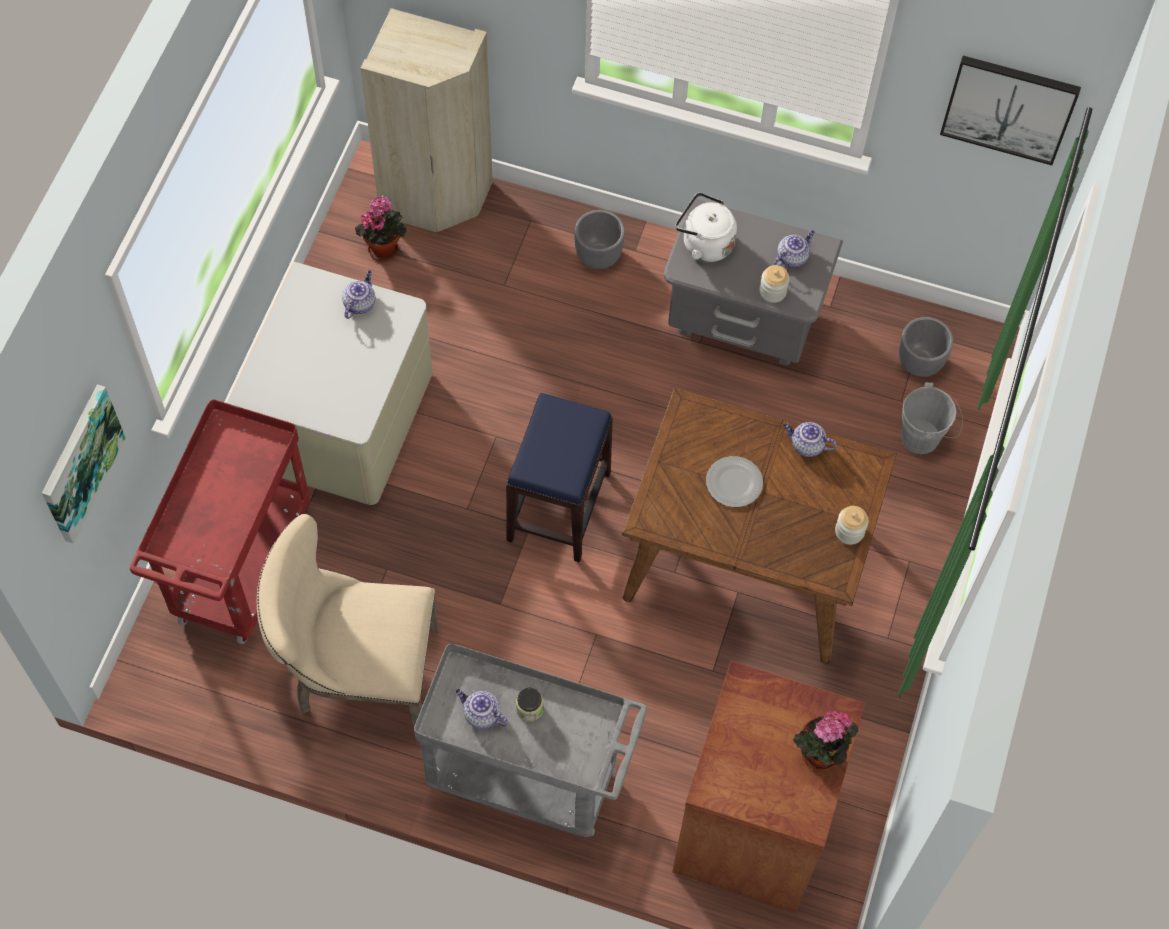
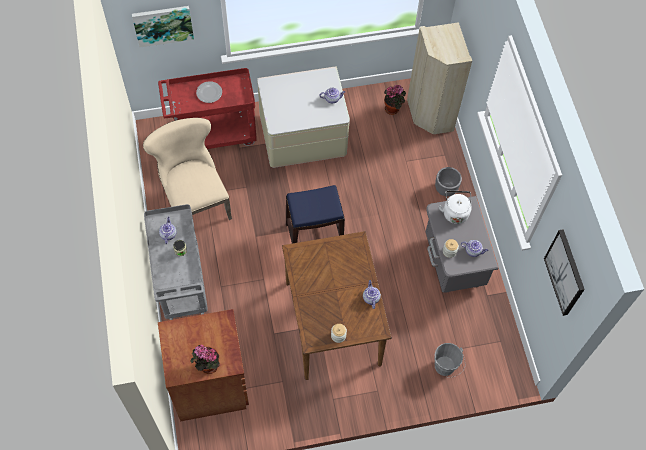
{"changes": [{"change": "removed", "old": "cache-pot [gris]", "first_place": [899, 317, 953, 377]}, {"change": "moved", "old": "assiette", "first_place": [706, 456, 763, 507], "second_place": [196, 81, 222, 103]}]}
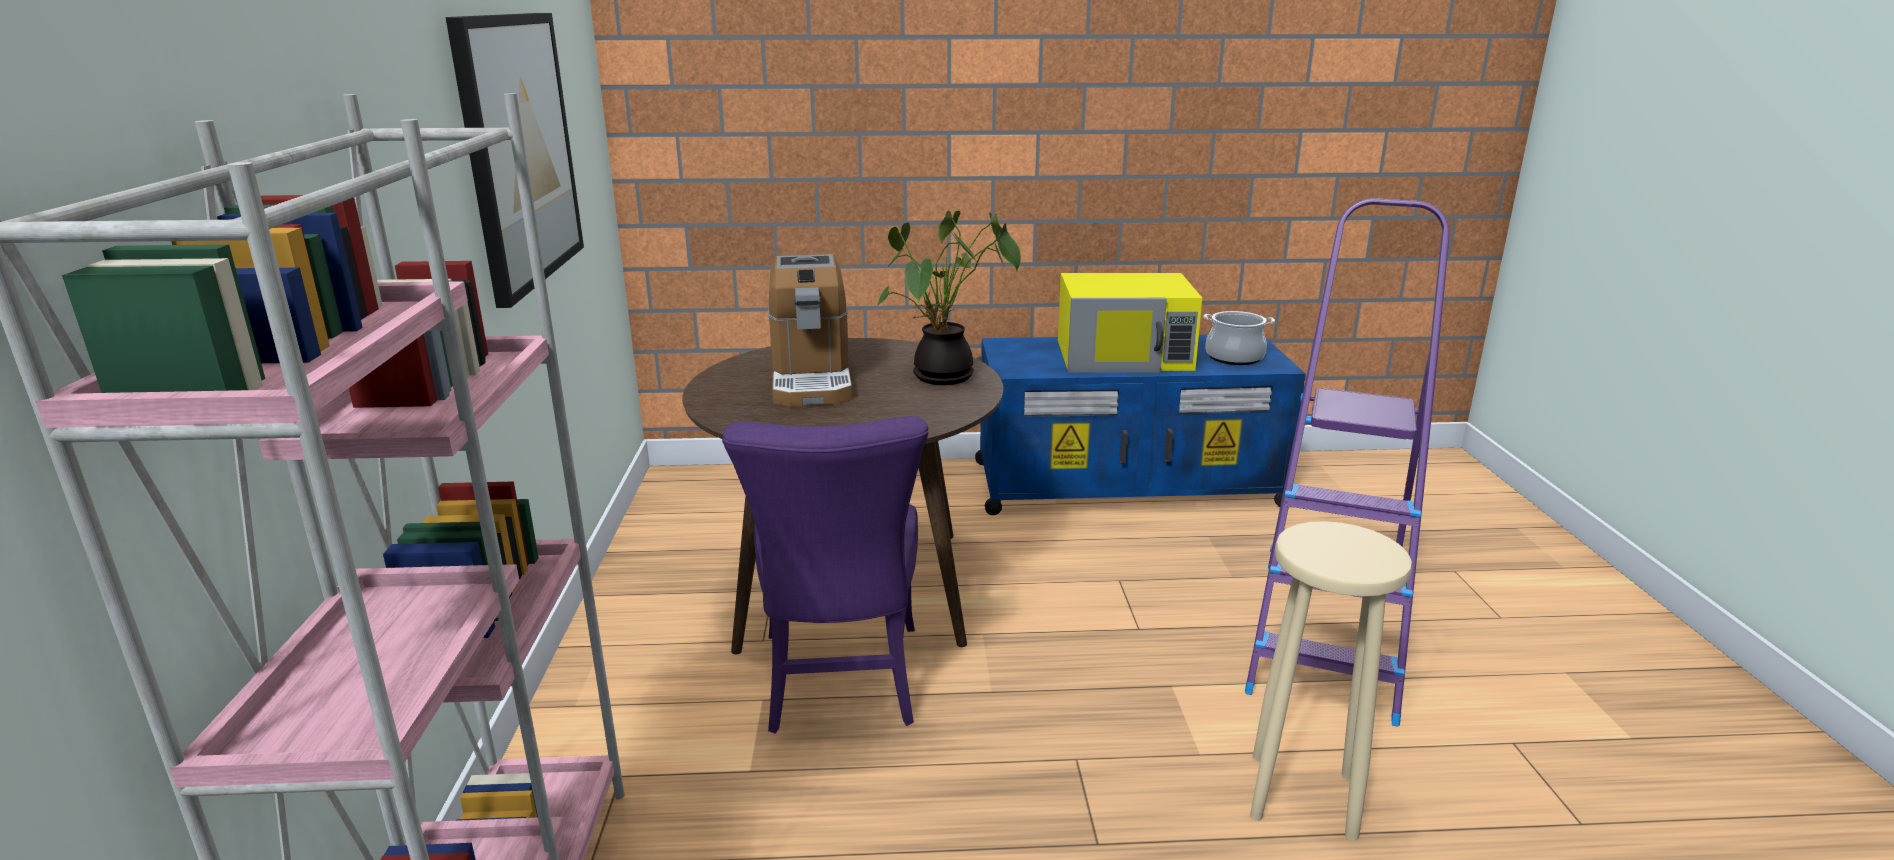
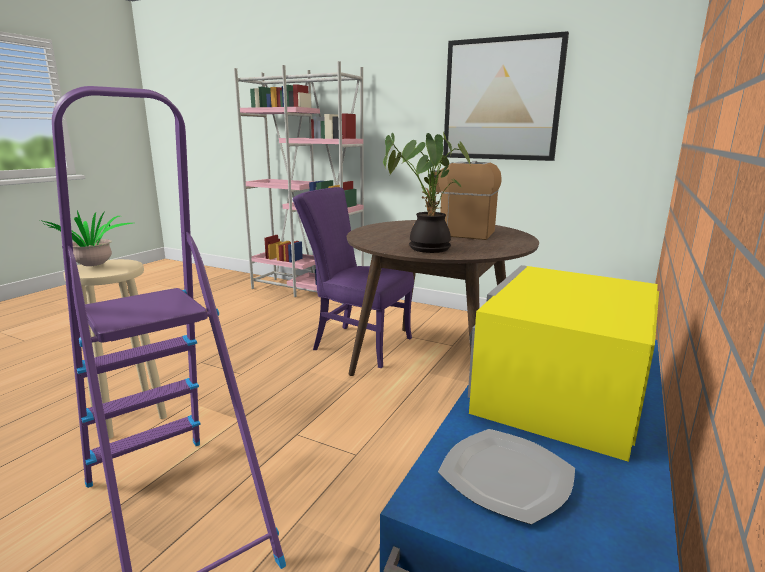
{"changes": [{"change": "replaced", "old": "marmite", "new": "assiette", "first_place": [1203, 311, 1275, 365], "second_place": [438, 429, 575, 525]}, {"change": "added", "new": "plante en pot", "second_place": [40, 210, 132, 266]}]}
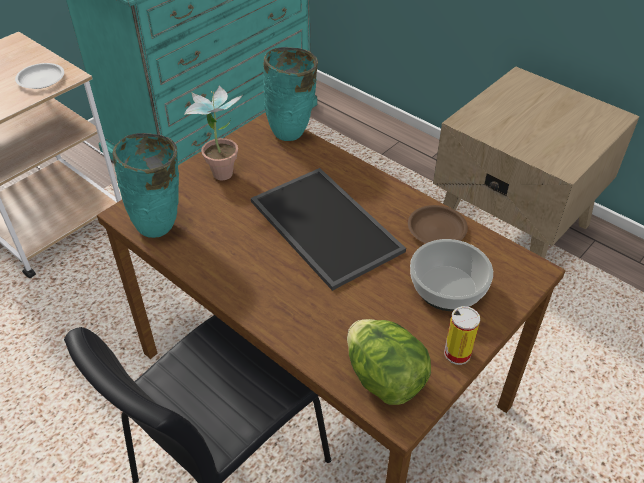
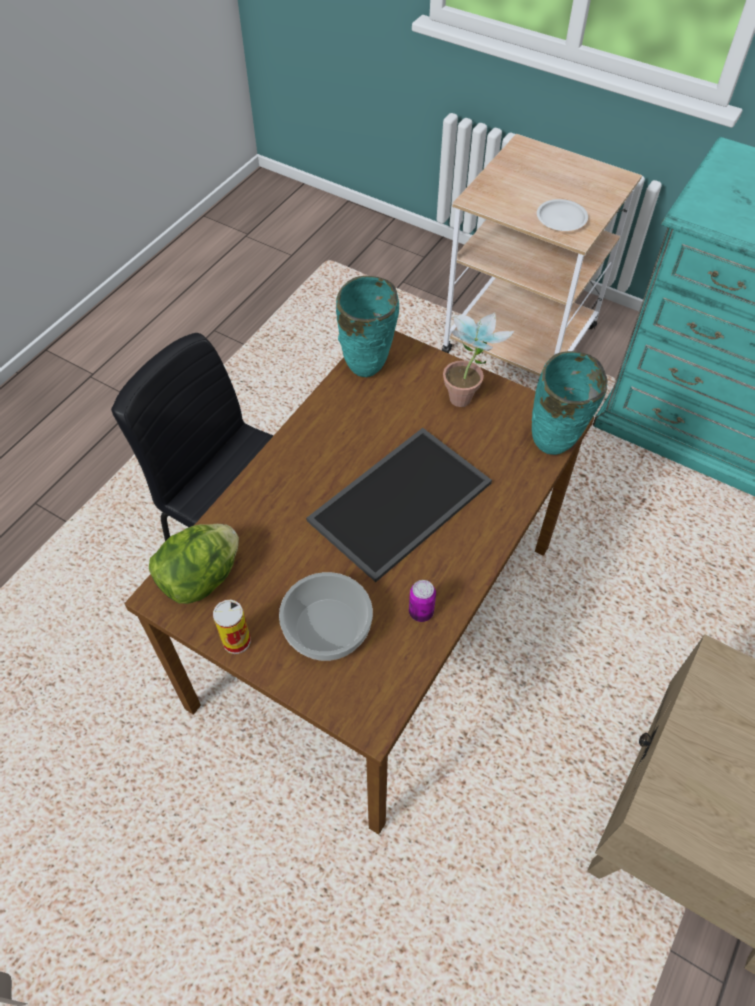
{"changes": [{"change": "replaced", "old": "assiette [marron]", "new": "boîte métallique", "first_place": [408, 205, 468, 243], "second_place": [409, 580, 436, 622]}]}
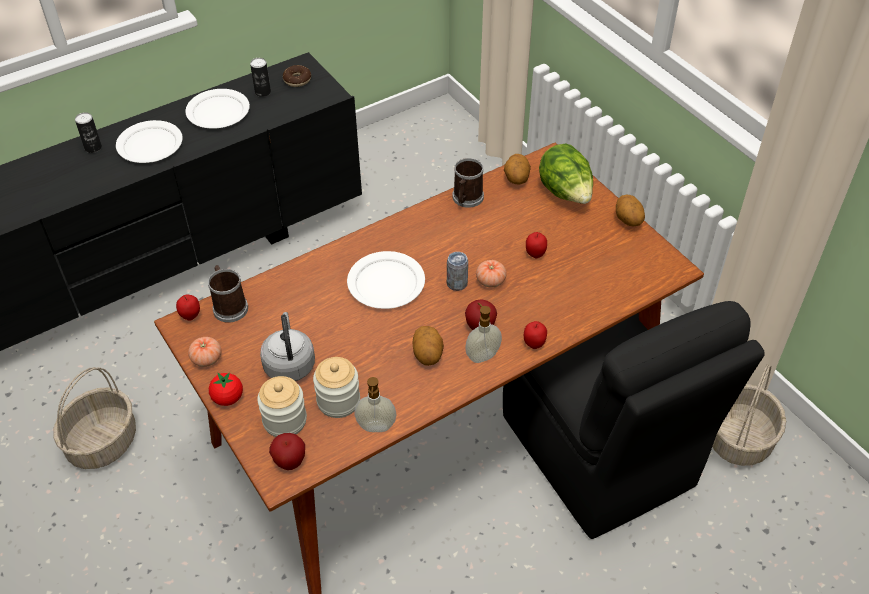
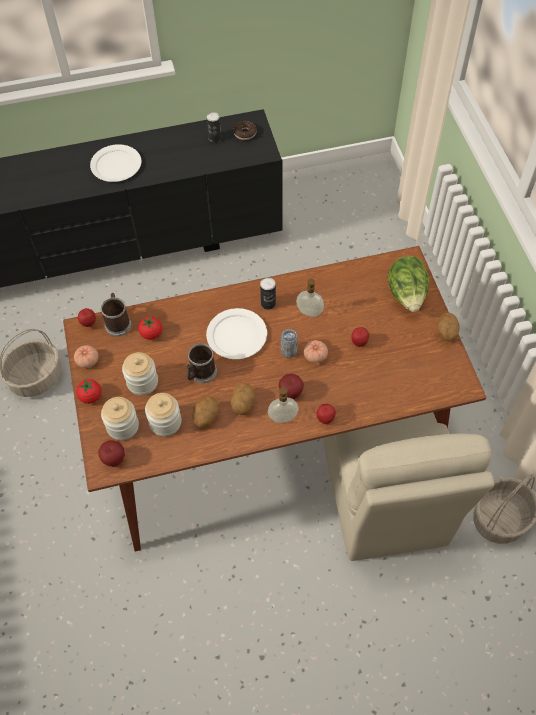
{"changes": [{"change": "removed", "old": "assiette [blanc]", "first_place": [185, 89, 250, 129]}, {"change": "moved", "old": "boîte métallique", "first_place": [75, 112, 102, 153], "second_place": [260, 277, 276, 310]}, {"change": "moved", "old": "pomme de terre", "first_place": [504, 154, 531, 185], "second_place": [192, 396, 219, 427]}, {"change": "moved", "old": "mug", "first_place": [452, 158, 484, 208], "second_place": [186, 343, 217, 383]}, {"change": "recoloured", "old": "chaise [noir]", "new": "chaise [beige]", "first_place": [503, 301, 765, 539], "second_place": [323, 412, 495, 561]}, {"change": "replaced", "old": "bouilloire [gris]", "new": "bocal", "first_place": [260, 312, 315, 381], "second_place": [122, 352, 158, 395]}, {"change": "moved", "old": "distributeur de savon", "first_place": [354, 377, 397, 432], "second_place": [296, 279, 324, 317]}, {"change": "added", "new": "tomate", "second_place": [138, 316, 162, 340]}]}
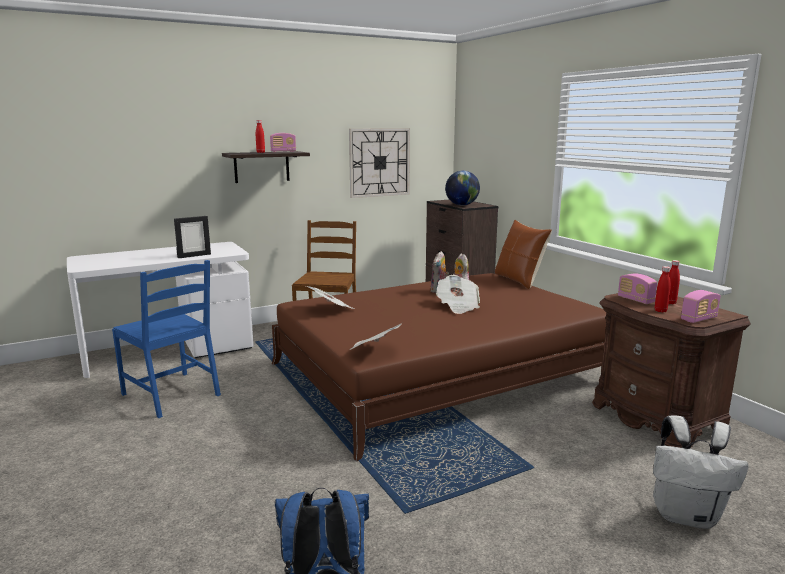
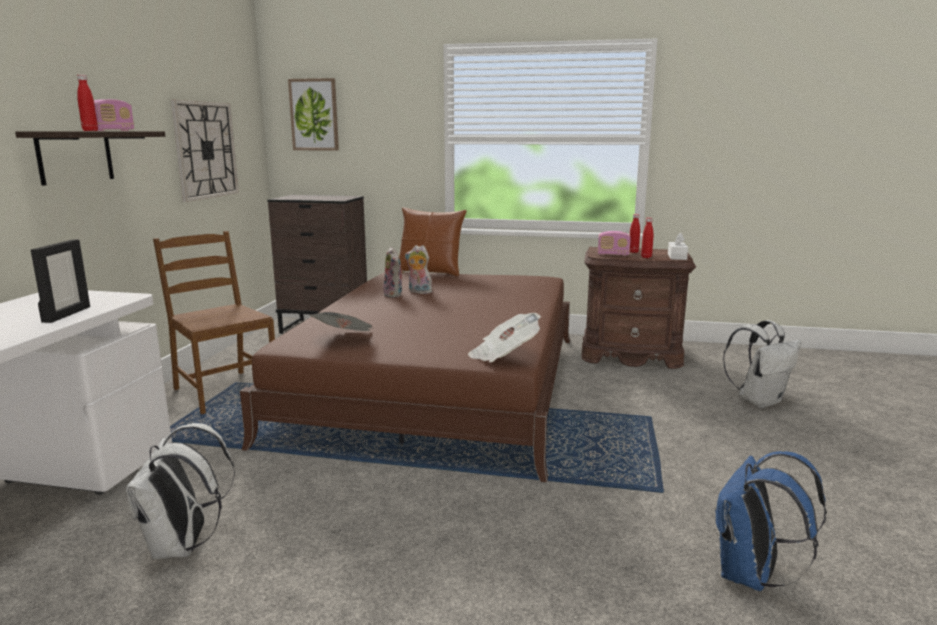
{"changes": [{"change": "removed", "old": "globe", "first_place": [445, 171, 480, 205]}, {"change": "replaced", "old": "chaise [bleu]", "new": "sac à dos [blanc]", "first_place": [112, 260, 221, 418], "second_place": [126, 423, 235, 559]}, {"change": "removed", "old": "journal", "first_place": [436, 275, 480, 314]}, {"change": "replaced", "old": "radio", "new": "boîte à mouchoirs [blanc]", "first_place": [681, 290, 721, 323], "second_place": [668, 232, 688, 260]}, {"change": "added", "new": "tableau", "second_place": [288, 78, 339, 151]}]}
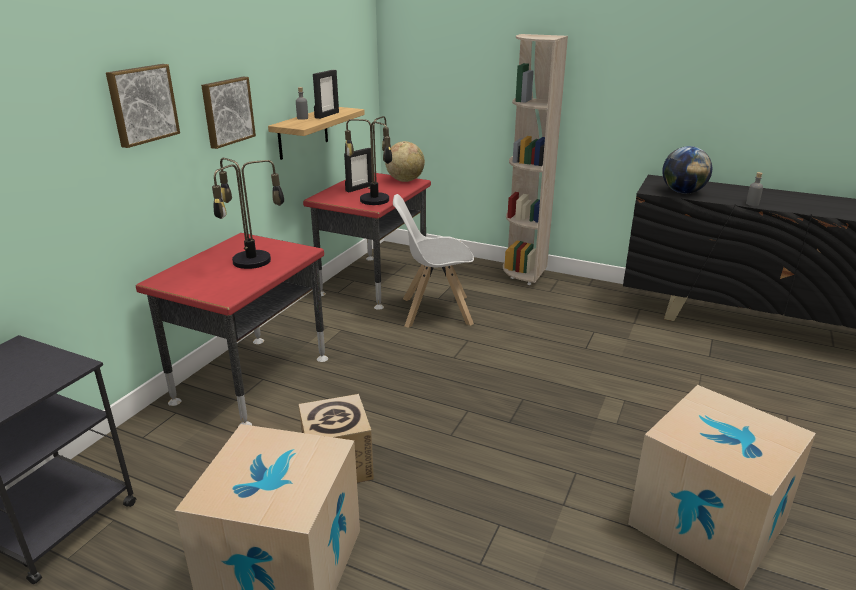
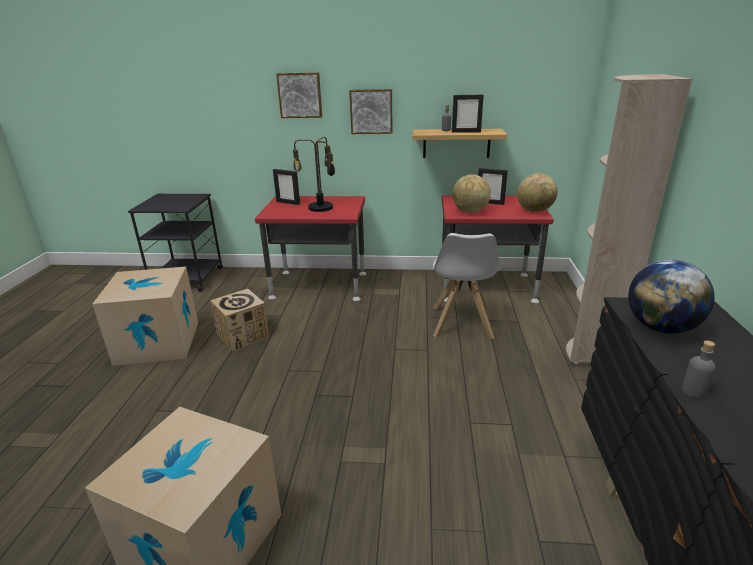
{"changes": [{"change": "replaced", "old": "lampe de table", "new": "globe", "first_place": [345, 116, 392, 205], "second_place": [452, 174, 491, 213]}, {"change": "turned", "old": "chaise", "first_place": [393, 194, 474, 328], "second_place": [433, 233, 500, 339], "degrees": -150}, {"change": "added", "new": "cadre photo", "second_place": [273, 169, 300, 205]}]}
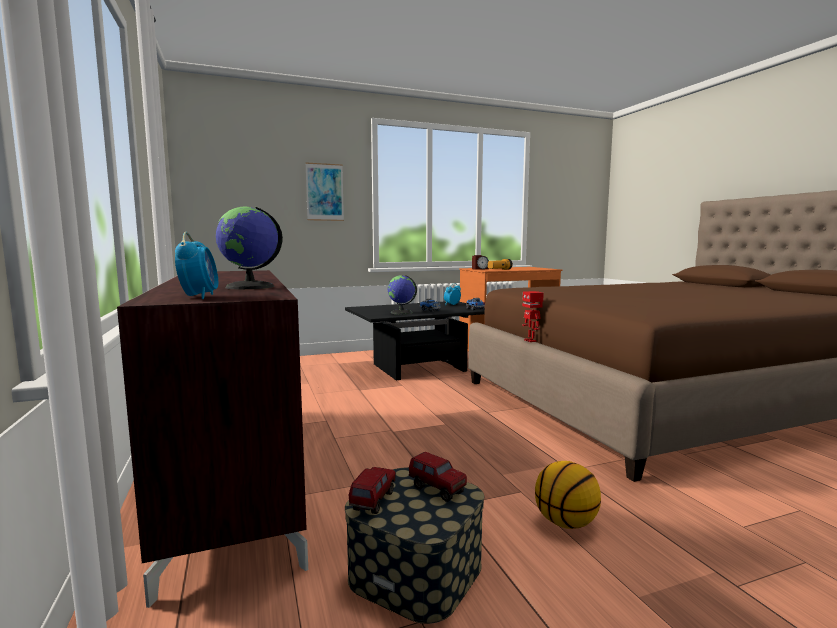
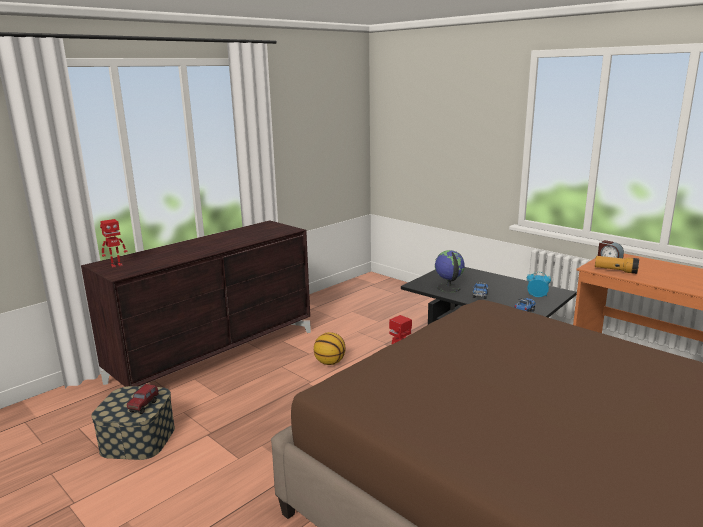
{"changes": [{"change": "removed", "old": "tableau", "first_place": [305, 163, 344, 221]}, {"change": "removed", "old": "globe", "first_place": [216, 207, 283, 289]}, {"change": "replaced", "old": "réveil", "new": "robot jouet", "first_place": [175, 232, 218, 299], "second_place": [100, 219, 128, 268]}, {"change": "moved", "old": "ballon de basket", "first_place": [535, 461, 601, 529], "second_place": [314, 332, 345, 365]}, {"change": "removed", "old": "camion jouet", "first_place": [349, 467, 396, 514]}]}
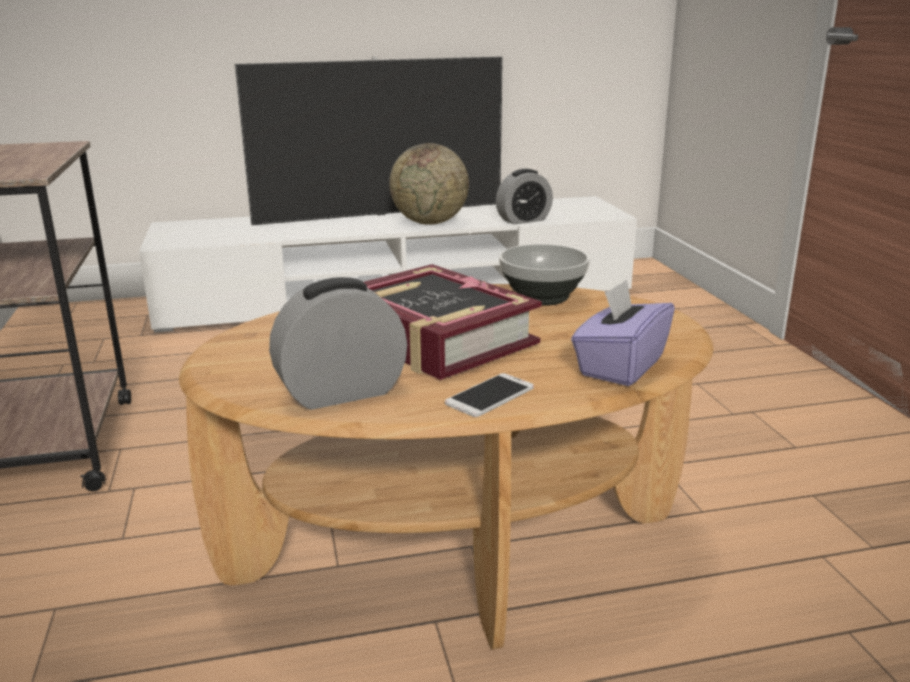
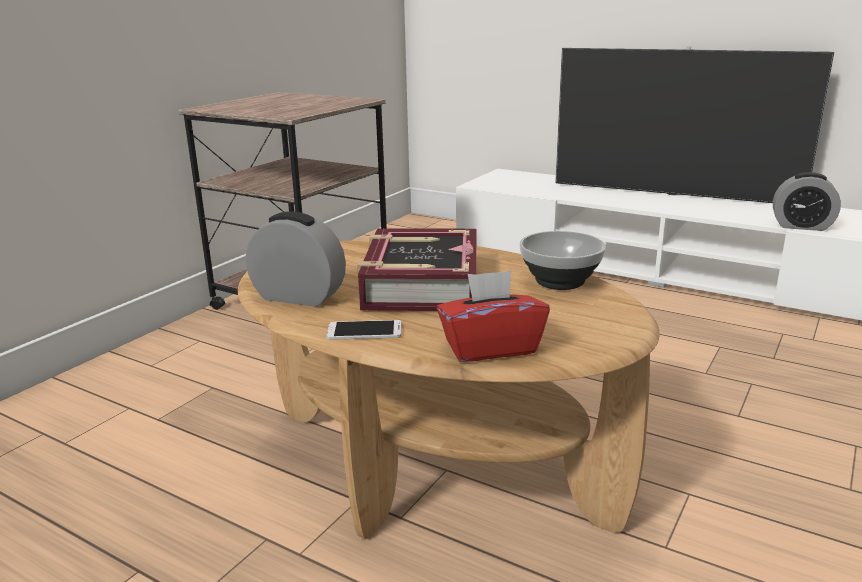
{"changes": [{"change": "removed", "old": "globe", "first_place": [389, 143, 469, 225]}, {"change": "recoloured", "old": "boîte à mouchoirs [violet]", "new": "boîte à mouchoirs [rouge]", "first_place": [571, 279, 675, 386], "second_place": [437, 270, 550, 362]}]}
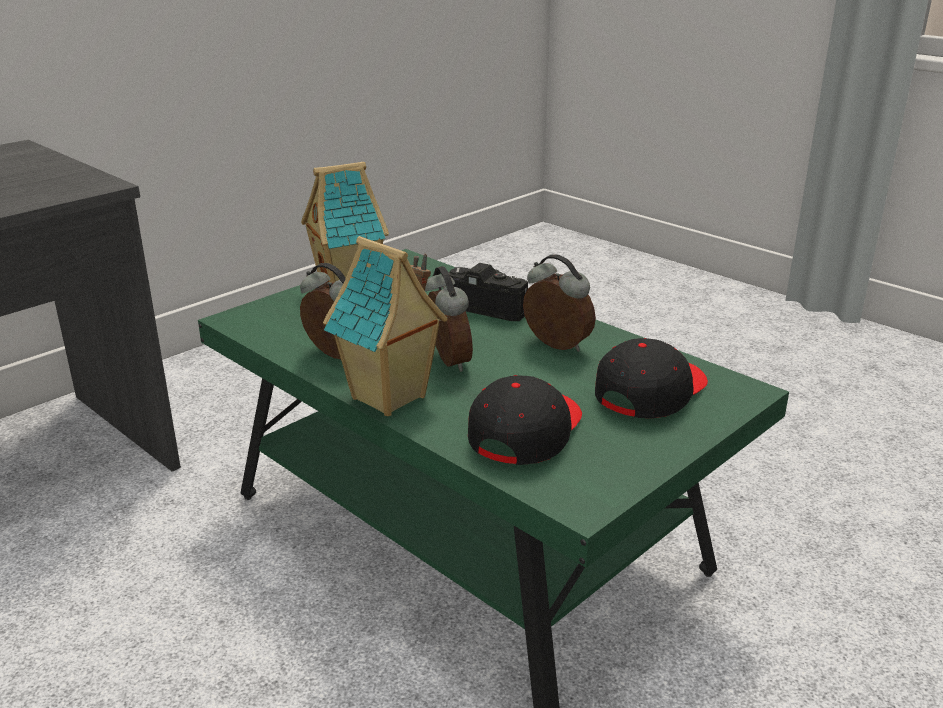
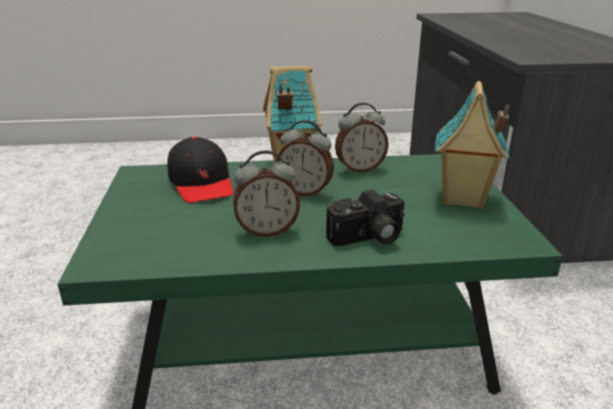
{"changes": [{"change": "removed", "old": "casquette [noir]", "first_place": [595, 338, 708, 418]}]}
